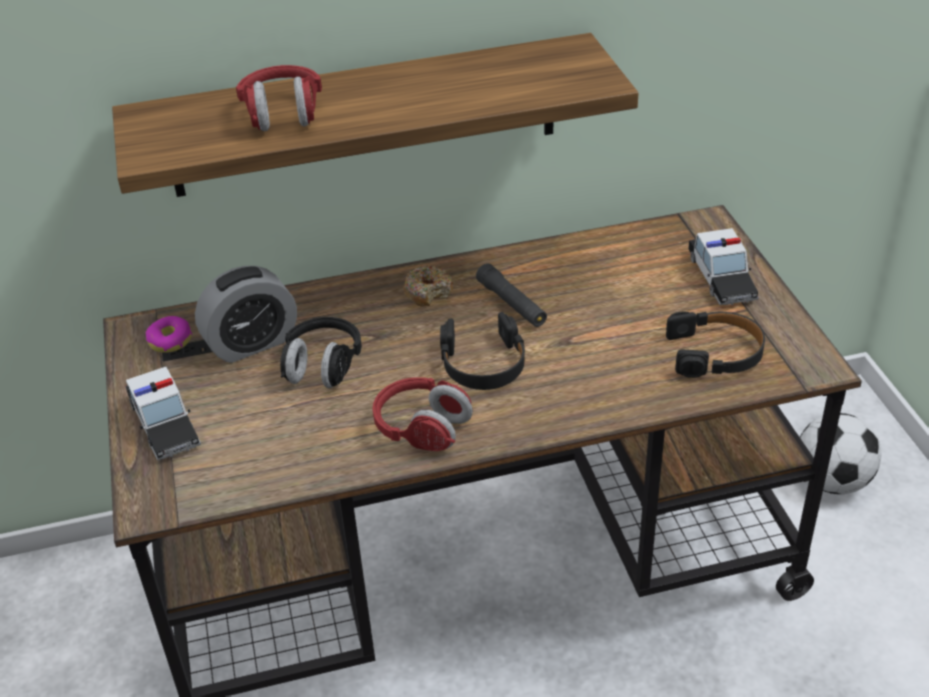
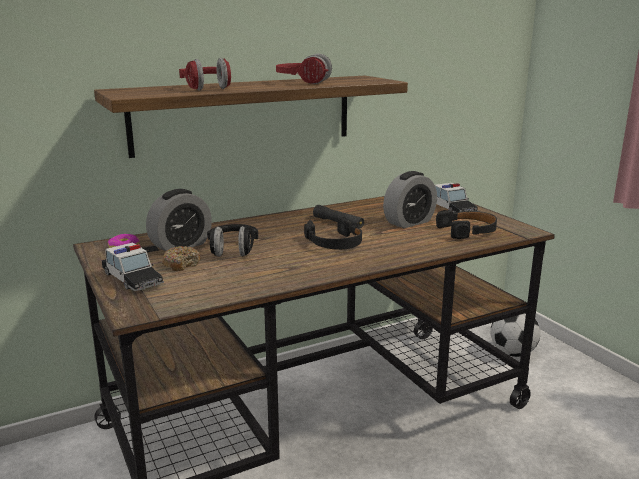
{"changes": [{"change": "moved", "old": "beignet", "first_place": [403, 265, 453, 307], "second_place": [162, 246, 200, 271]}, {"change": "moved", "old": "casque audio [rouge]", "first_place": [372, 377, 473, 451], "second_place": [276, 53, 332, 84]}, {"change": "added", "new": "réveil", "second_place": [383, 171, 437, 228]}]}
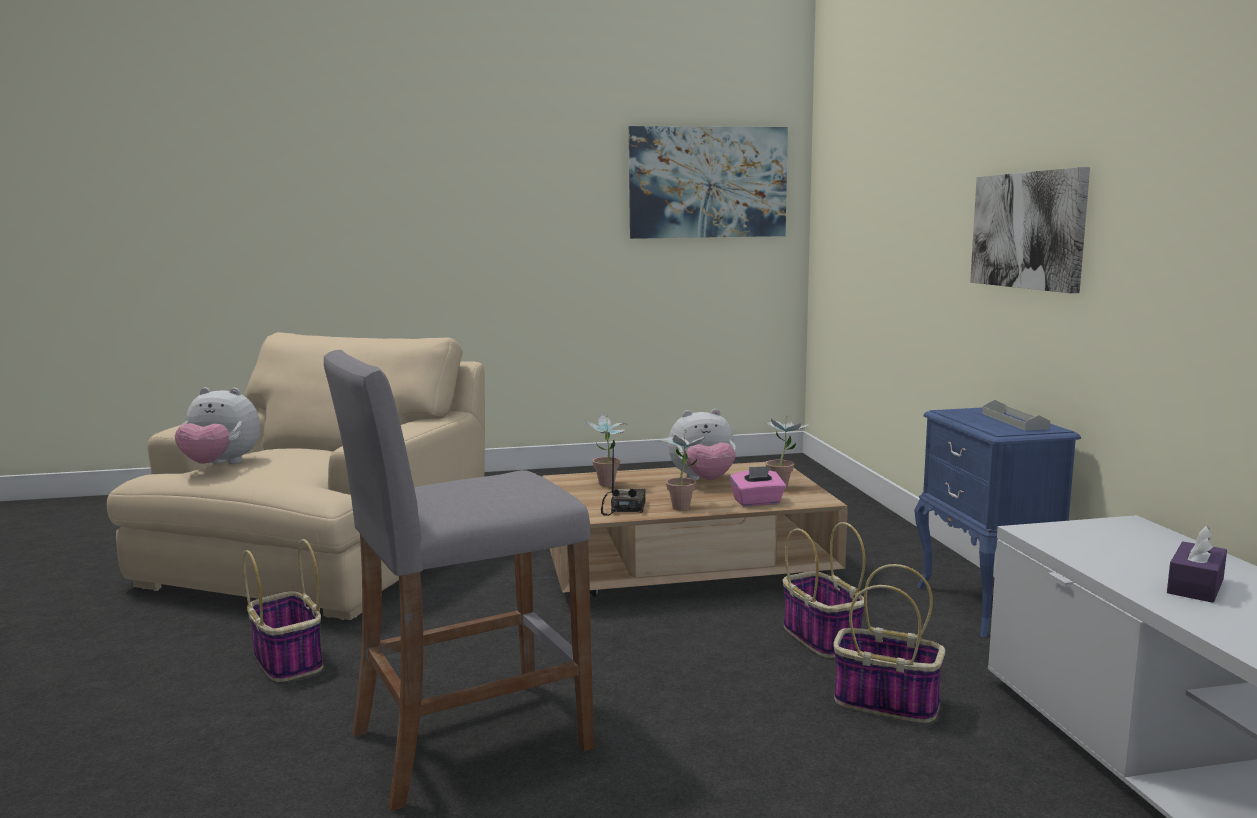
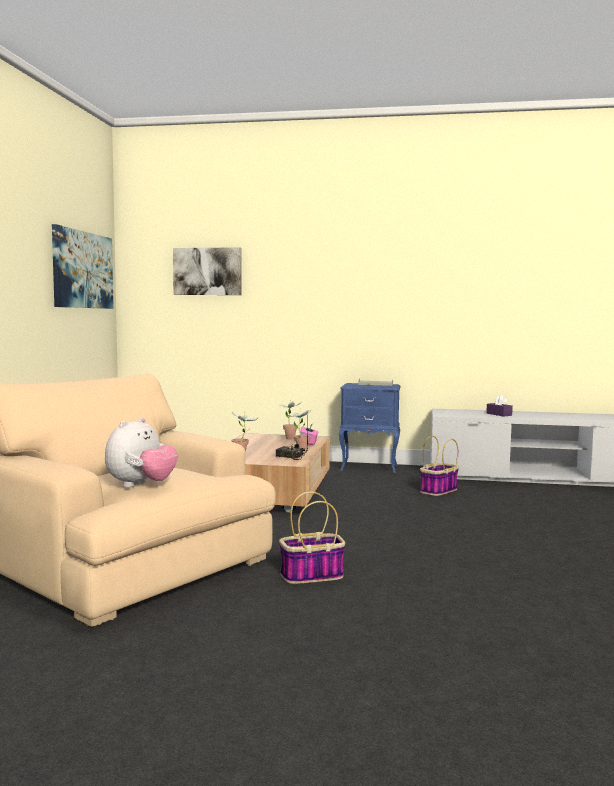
{"changes": [{"change": "moved", "old": "tableau", "first_place": [970, 167, 1090, 293], "second_place": [173, 247, 242, 295]}, {"change": "removed", "old": "tabouret [gris]", "first_place": [324, 350, 594, 811]}, {"change": "removed", "old": "peluche", "first_place": [668, 409, 736, 480]}, {"change": "removed", "old": "panier", "first_place": [783, 522, 865, 658]}]}
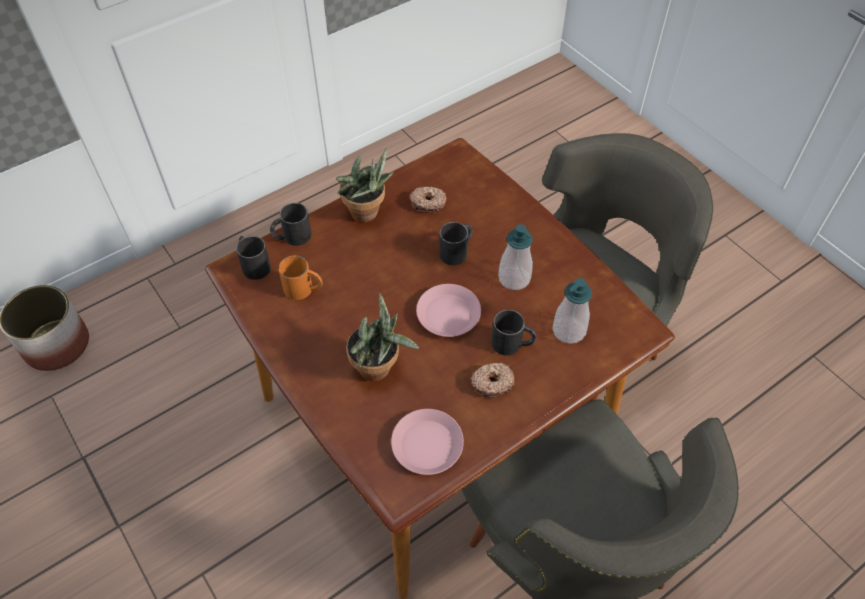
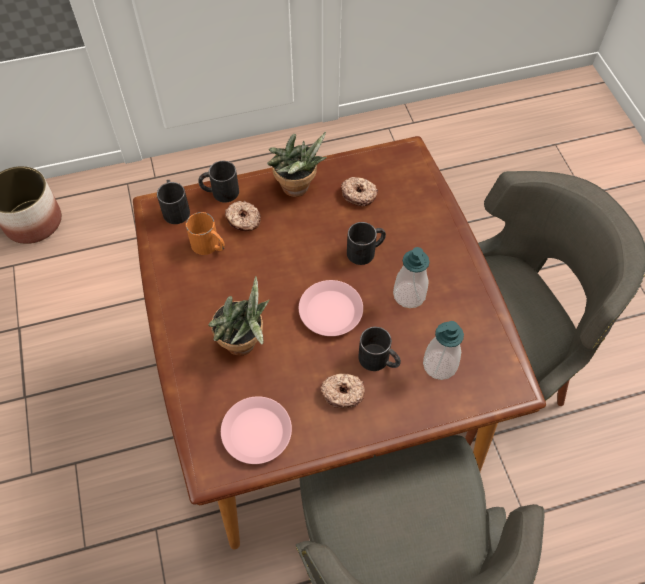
{"changes": [{"change": "added", "new": "beignet", "second_place": [225, 201, 261, 231]}]}
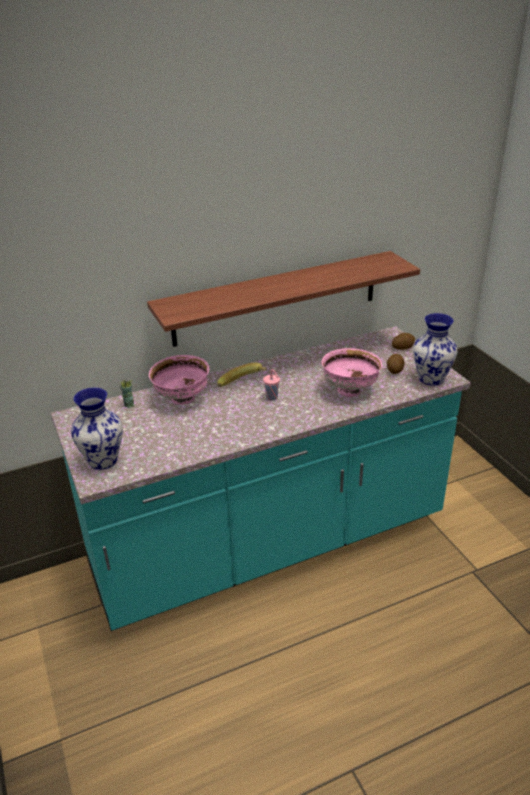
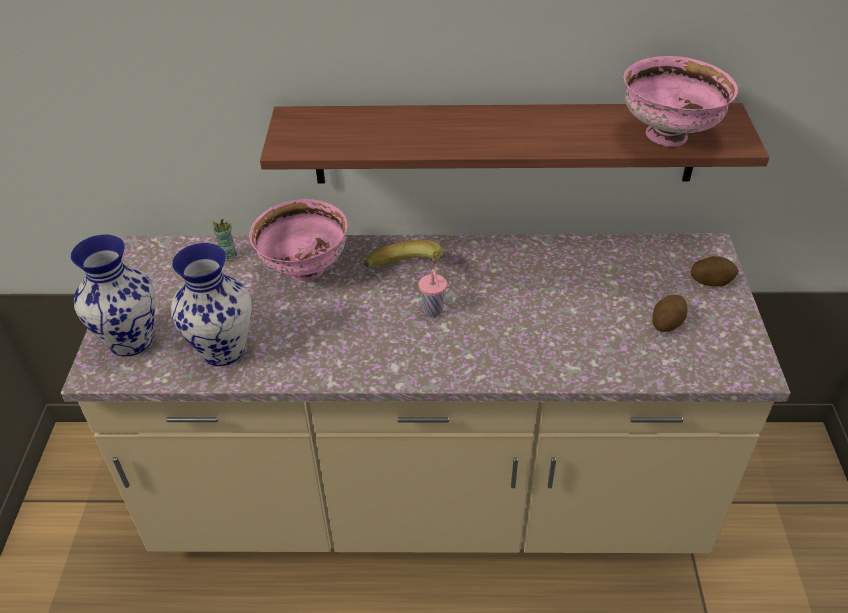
{"changes": [{"change": "moved", "old": "vase", "first_place": [413, 313, 457, 386], "second_place": [171, 243, 252, 366]}, {"change": "recoloured", "old": "comptoir de cuisine [turquoise]", "new": "comptoir de cuisine [beige]", "first_place": [51, 326, 471, 631], "second_place": [61, 233, 790, 553]}, {"change": "moved", "old": "bol [rose]", "first_place": [321, 348, 382, 397], "second_place": [624, 56, 738, 147]}]}
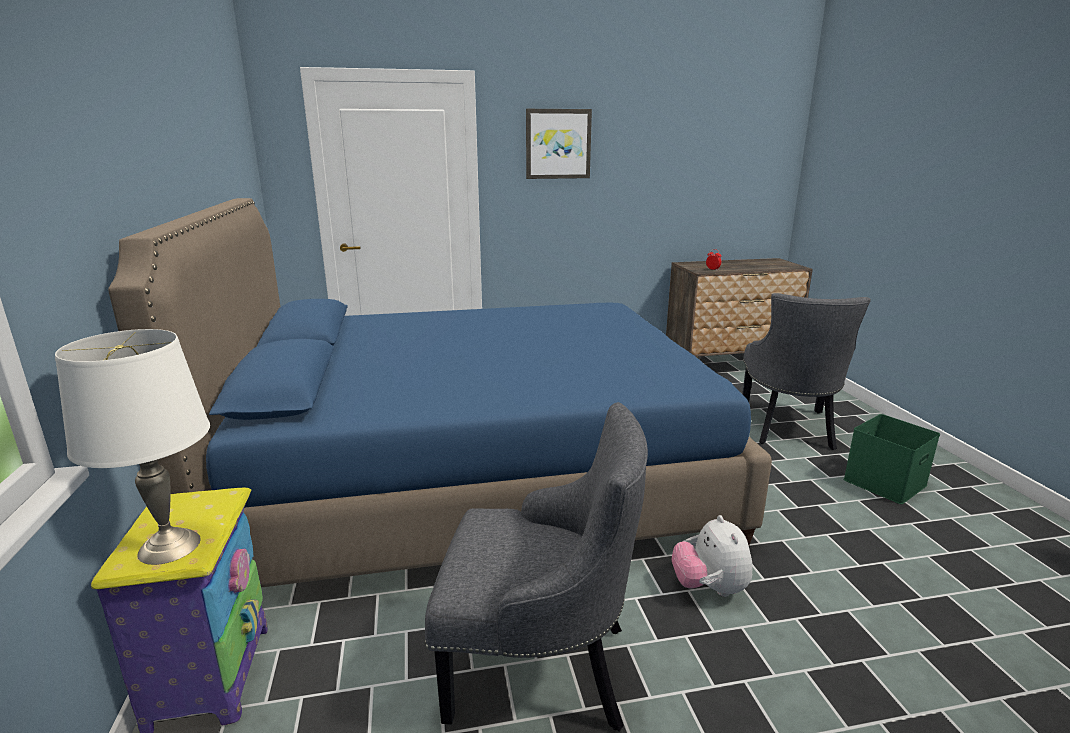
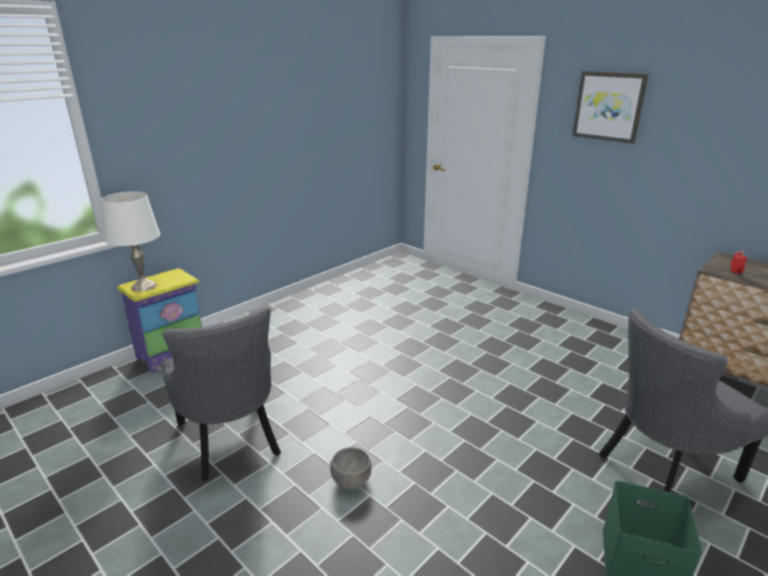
{"changes": [{"change": "removed", "old": "lit [bleu]", "first_place": [108, 198, 772, 588]}, {"change": "replaced", "old": "peluche", "new": "bol [gris]", "first_place": [672, 515, 753, 597], "second_place": [330, 447, 372, 489]}]}
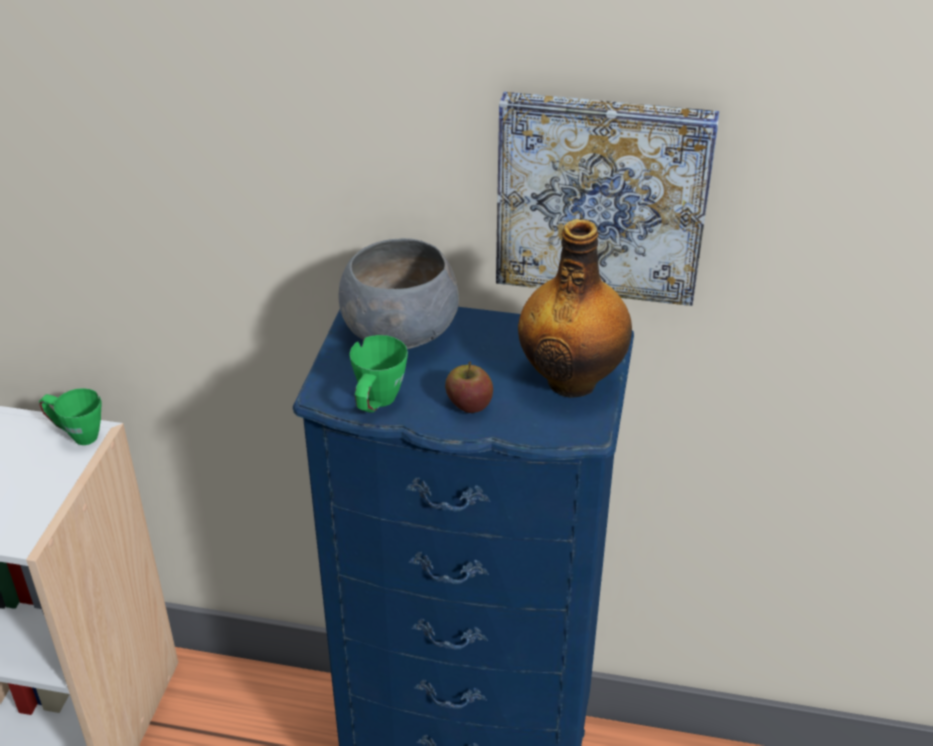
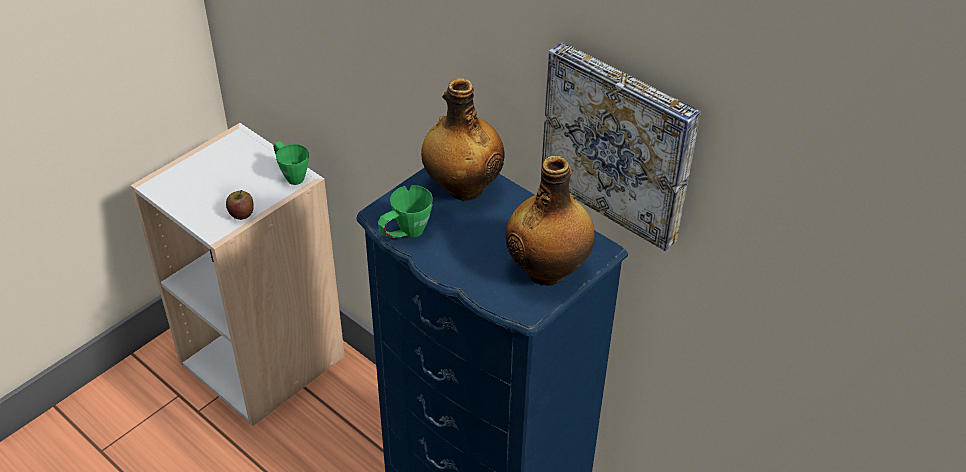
{"changes": [{"change": "replaced", "old": "bol [gris]", "new": "bouteille", "first_place": [338, 238, 459, 349], "second_place": [421, 78, 504, 201]}, {"change": "moved", "old": "pomme", "first_place": [445, 362, 493, 413], "second_place": [226, 190, 254, 220]}]}
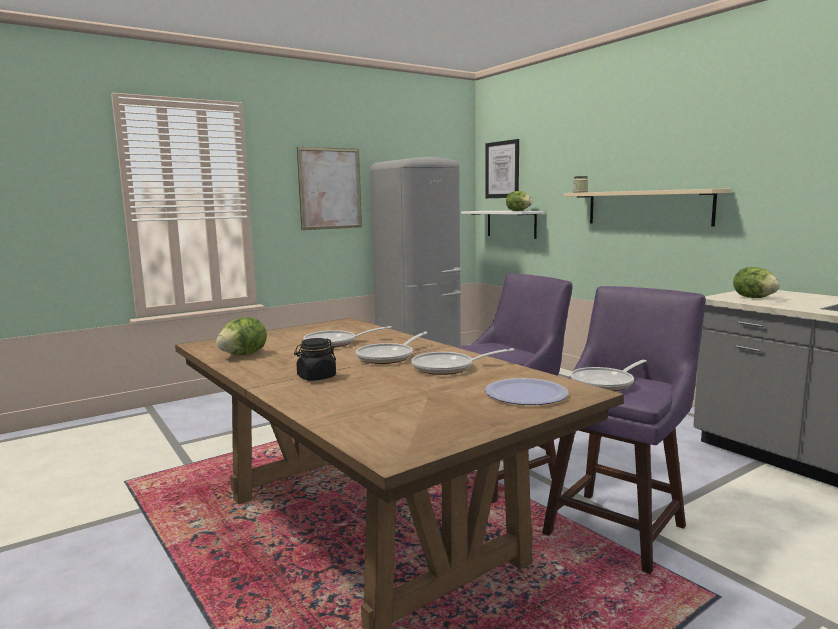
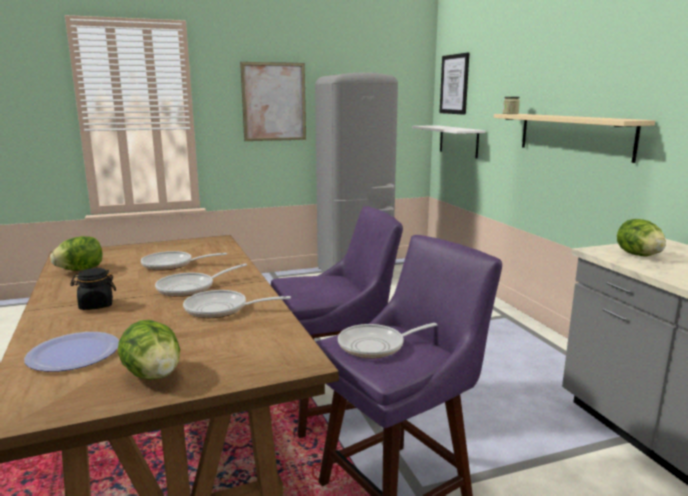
{"changes": [{"change": "moved", "old": "laitue", "first_place": [506, 191, 533, 211], "second_place": [118, 320, 180, 380]}, {"change": "moved", "old": "assiette", "first_place": [485, 378, 568, 405], "second_place": [24, 332, 119, 372]}]}
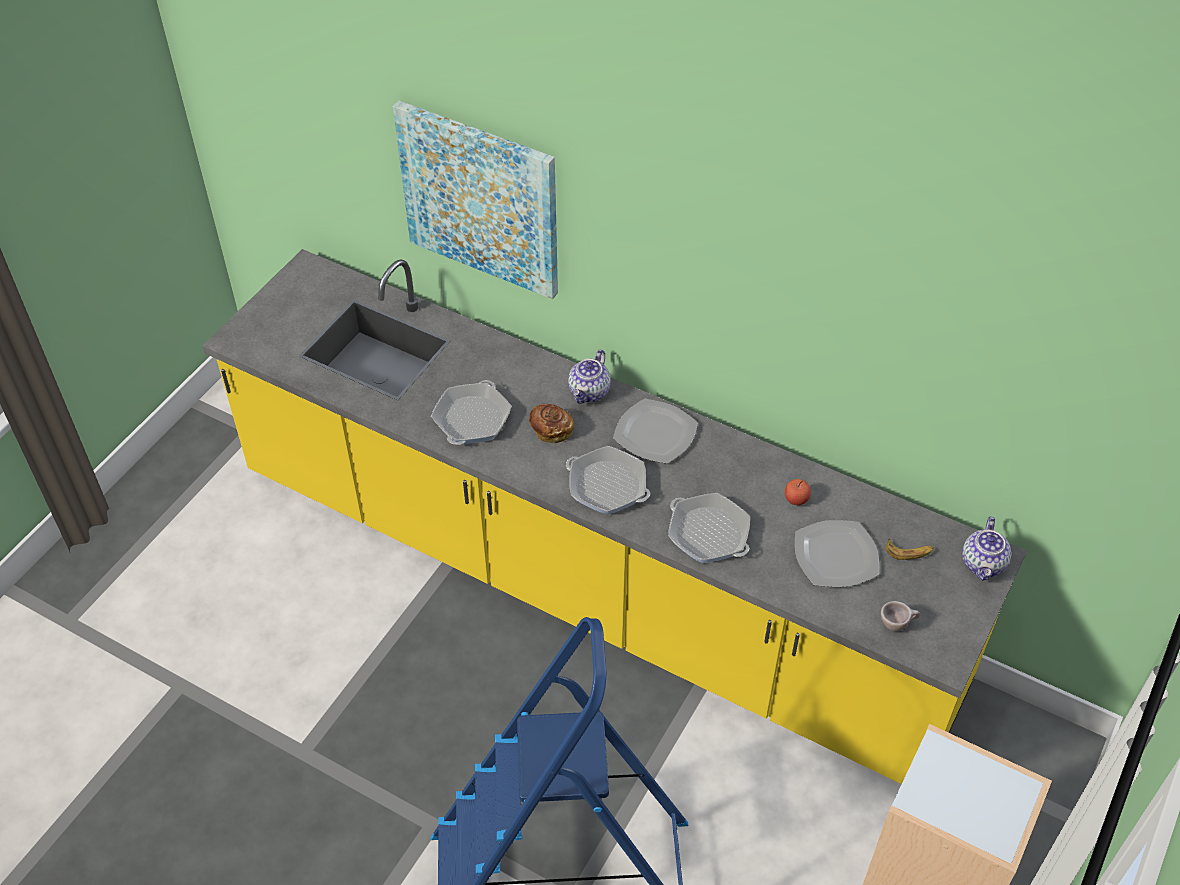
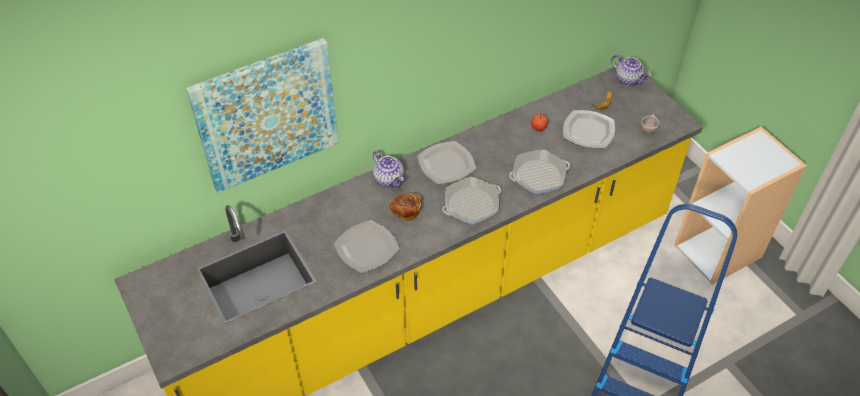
{"changes": [{"change": "replaced", "old": "poêle", "new": "assiette", "first_place": [431, 380, 512, 445], "second_place": [334, 220, 400, 273]}]}
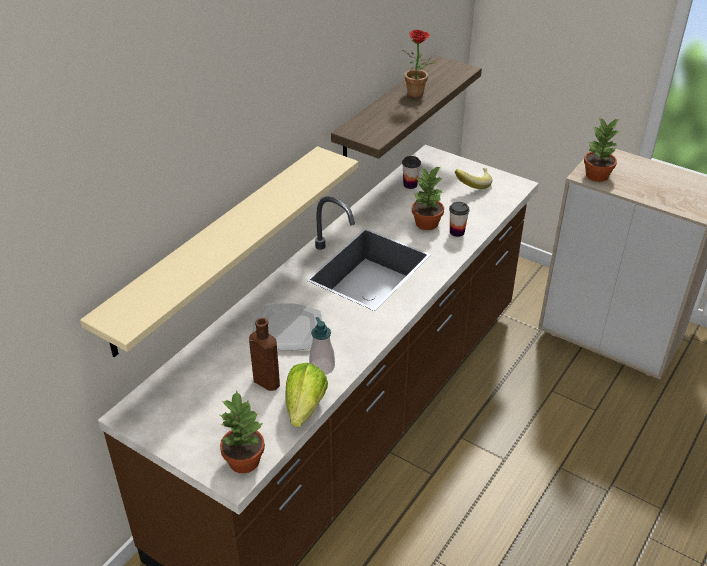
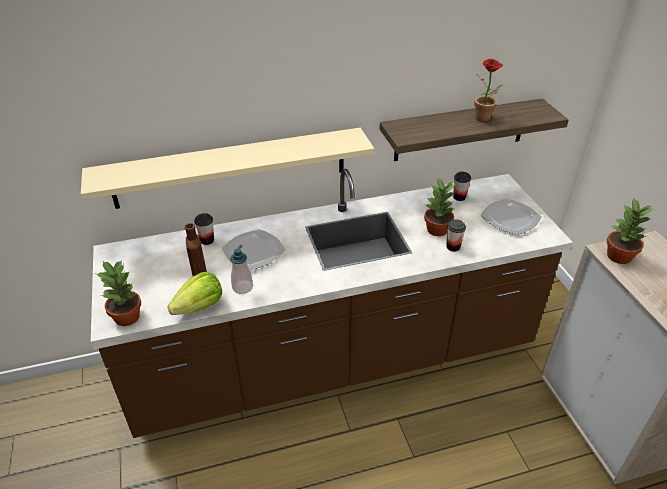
{"changes": [{"change": "replaced", "old": "banane", "new": "assiette", "first_place": [455, 168, 493, 189], "second_place": [481, 198, 542, 235]}, {"change": "added", "new": "tasse", "second_place": [194, 213, 214, 245]}]}
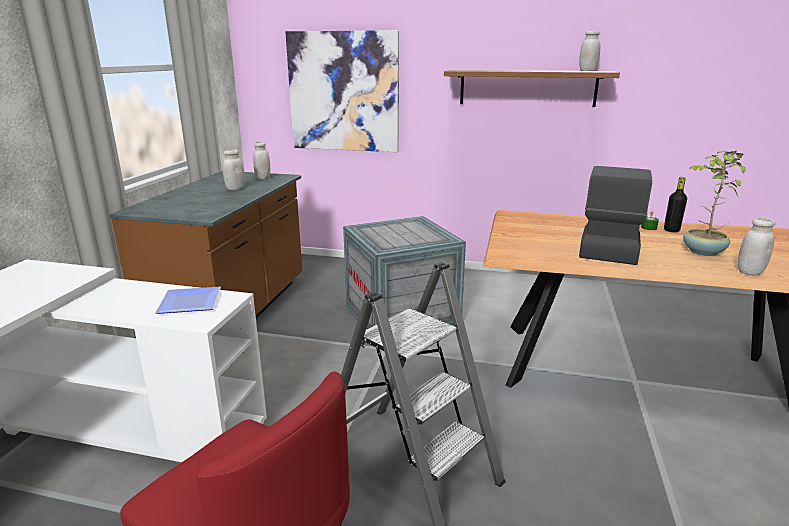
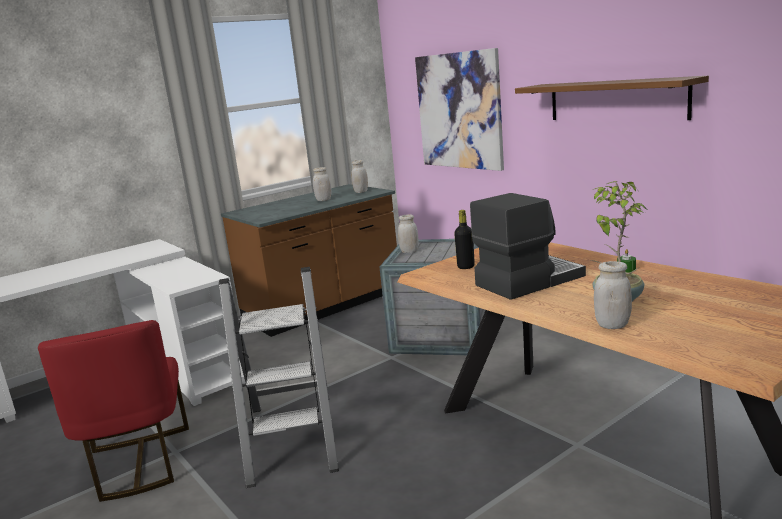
{"changes": [{"change": "moved", "old": "bocal [blanc]", "first_place": [579, 31, 600, 71], "second_place": [398, 214, 418, 253]}, {"change": "moved", "old": "bouteille [noir]", "first_place": [664, 177, 687, 232], "second_place": [454, 210, 475, 269]}, {"change": "removed", "old": "assiette", "first_place": [155, 287, 221, 314]}]}
